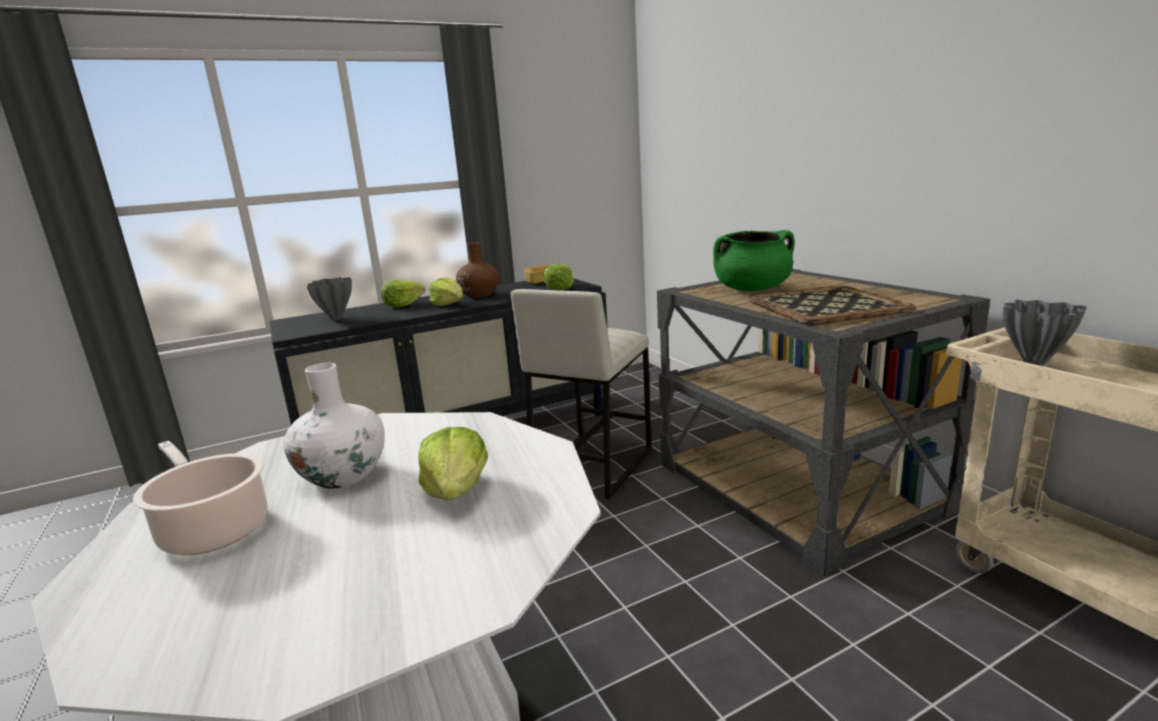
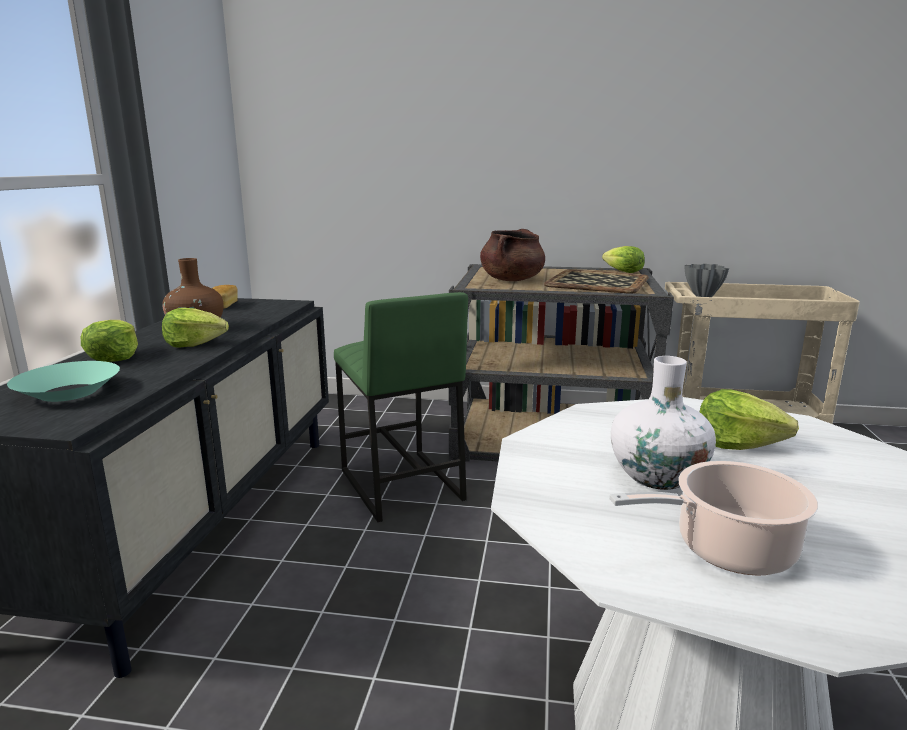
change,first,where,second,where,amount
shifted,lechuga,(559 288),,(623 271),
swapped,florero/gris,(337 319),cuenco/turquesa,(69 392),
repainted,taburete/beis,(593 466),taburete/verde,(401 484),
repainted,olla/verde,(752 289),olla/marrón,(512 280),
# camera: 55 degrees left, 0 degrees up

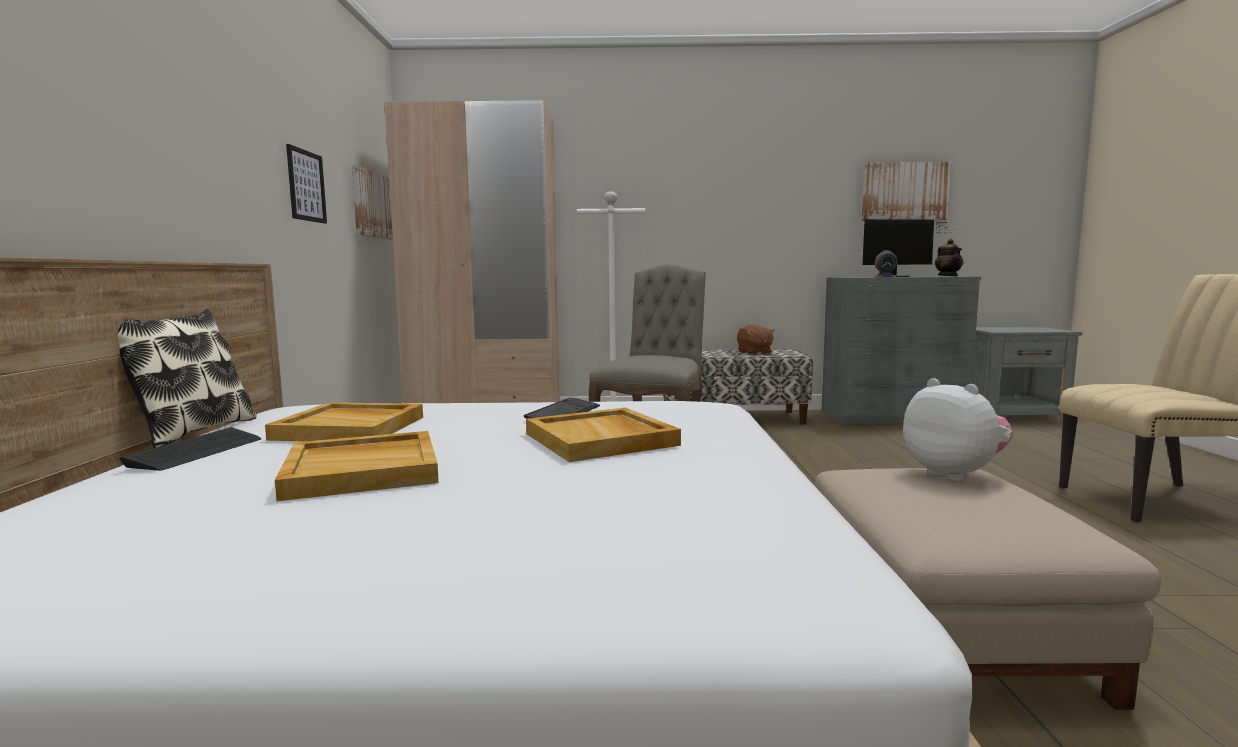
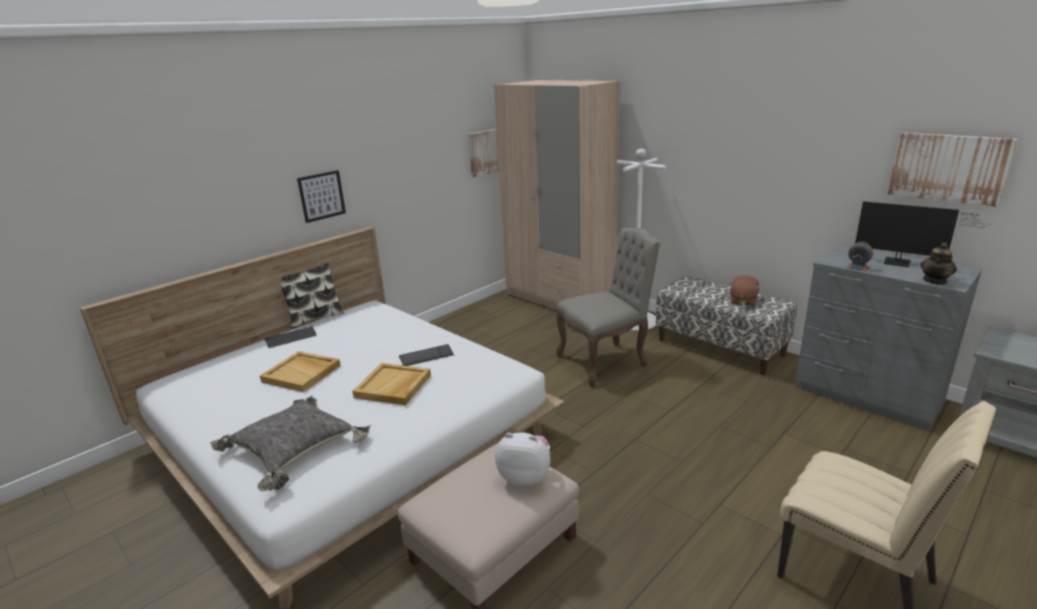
change,first,where,second,where,amount
gone,bandeja/beis,(351 428),,,
new,,,cojín,(293 446),
shifted,cuadro,(306 186),,(321 196),
rotated,peluche,(954 474),,(525 477),90 degrees counterclockwise
# camera: 45 degrees right, 15 degrees up

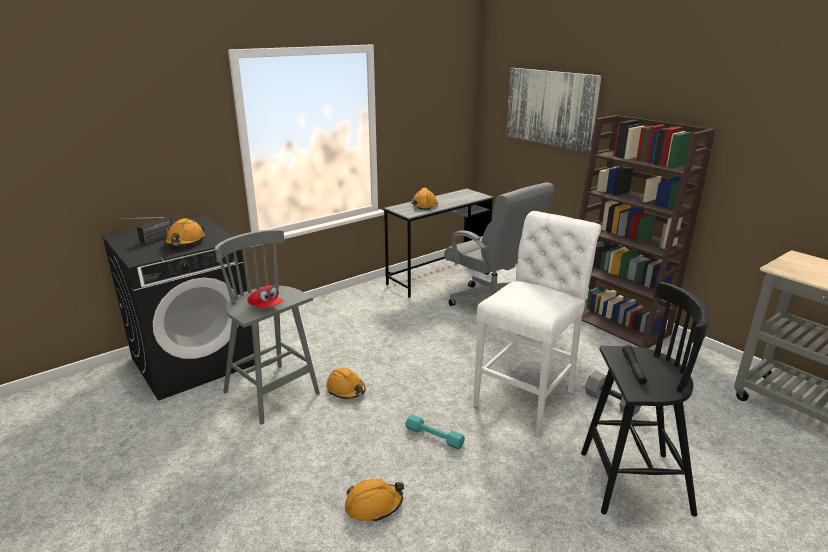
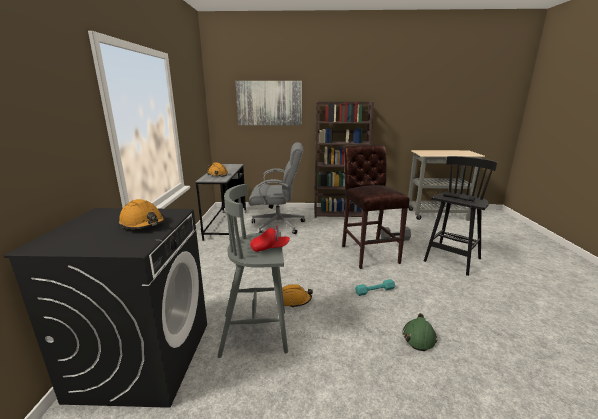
change,first,where,second,where,amount
gone,radio,(149 241),,,
repainted,casco/naranja,(373 505),casco/verde,(419 337),
repainted,taburete/blanco,(528 395),taburete/marrón,(368 252),
# camera: 50 degrees left, 5 degrees down

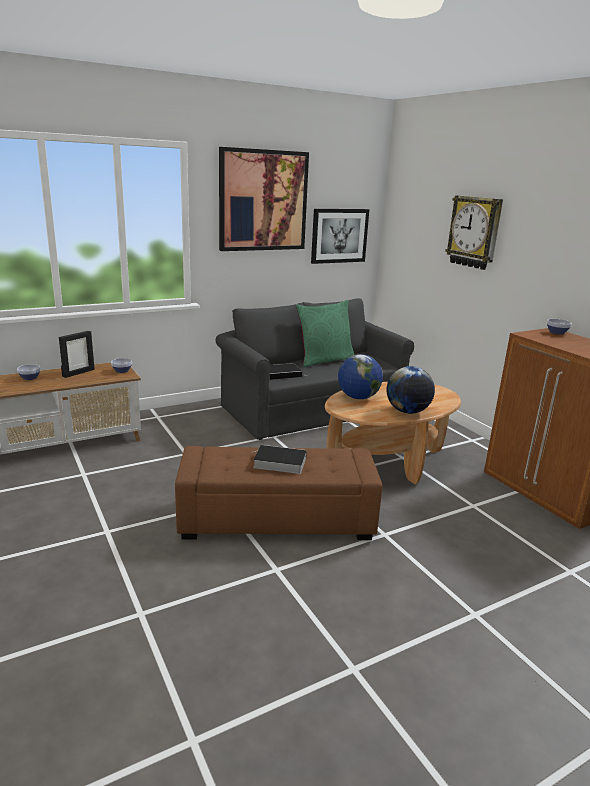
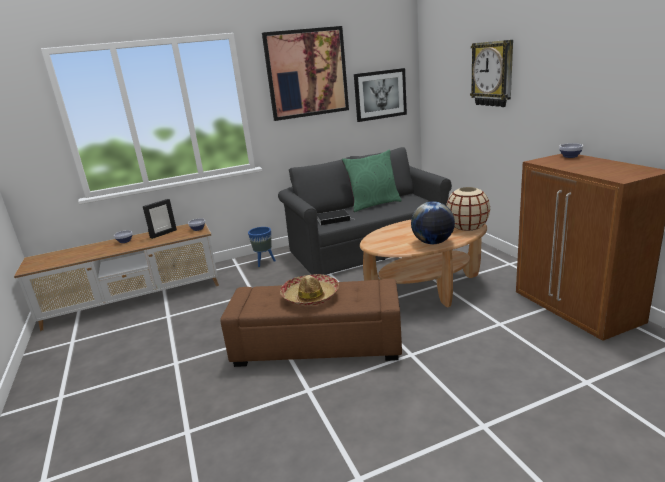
change,first,where,second,where,amount
gone,globo terráqueo,(358 397),,,
new,,,maceta/azul,(264 262),
new,,,florero/beis,(467 227),
swapped,libro,(278 462),sombrero,(310 296),
# camera: 10 degrees right, 0 degrees up

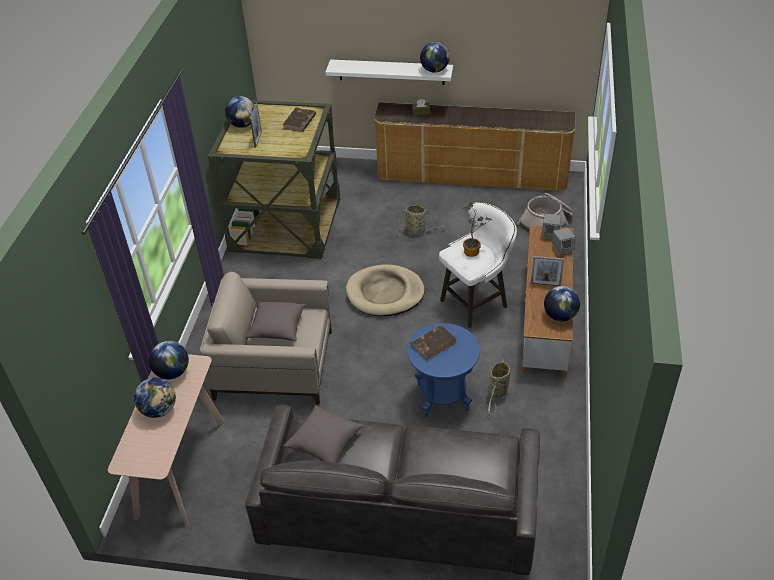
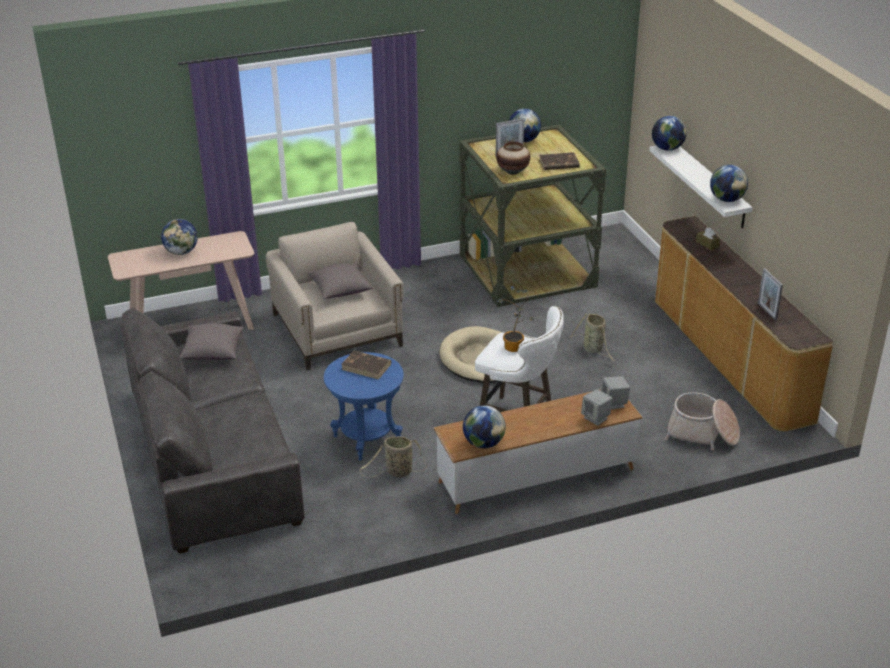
change,first,where,second,where,amount
new,,,florero,(513 172),
shifted,globo terráqueo,(172 372),,(667 148),
shifted,portarretratos,(545 284),,(767 311),
# camera: 60 degrees right, 10 degrees down

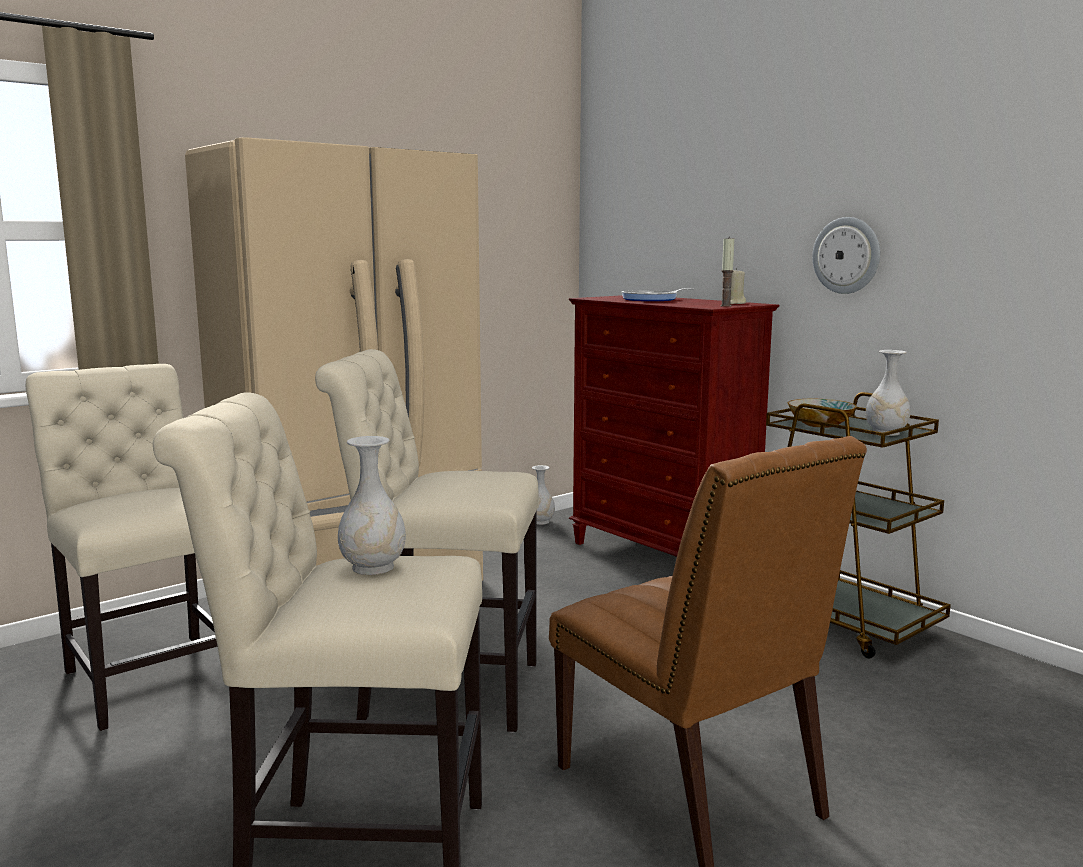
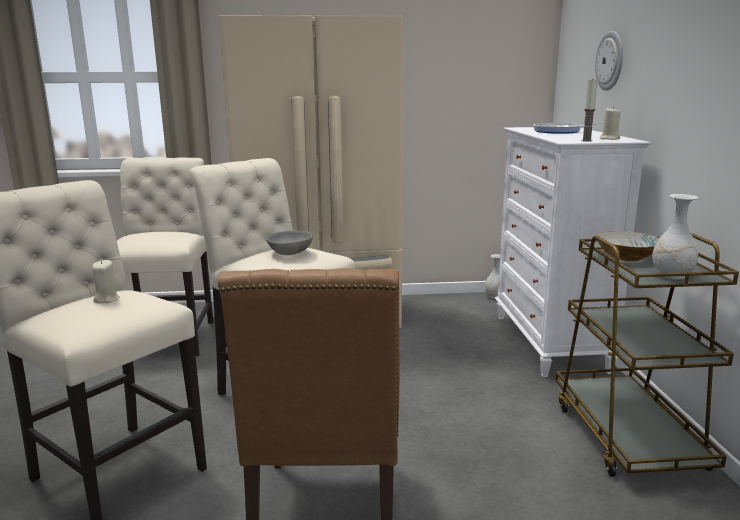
change,first,where,second,where,amount
new,,,cuenco/gris,(289 252),
shifted,reloj de pared,(846 255),,(610 61),
swapped,florero/blanco,(374 567),vela/beis,(106 299),
repainted,cómoda/rojo,(663 556),cómoda/blanco,(550 343),
# camera: 35 degrees right, 5 degrees up

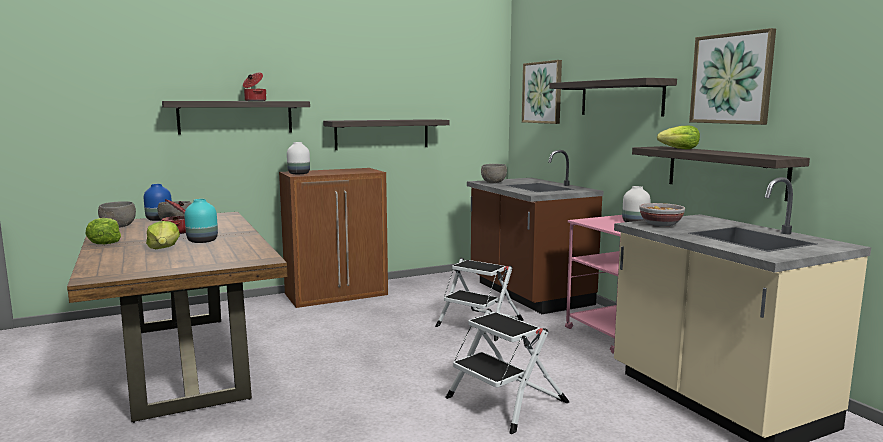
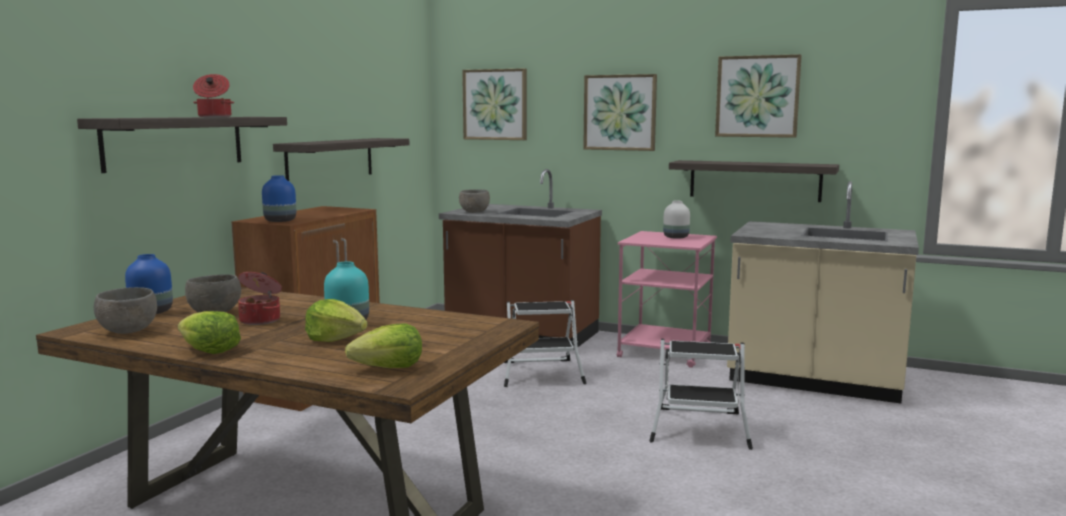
change,first,where,second,where,amount
gone,cuenco,(660 224),,,
shifted,lechuga,(679 149),,(389 368),
swapped,estante,(621 98),cuadro,(620 112),
repainted,florero/blanco,(298 174),florero/azul,(280 221),
# camera: 40 degrees left, 0 degrees up

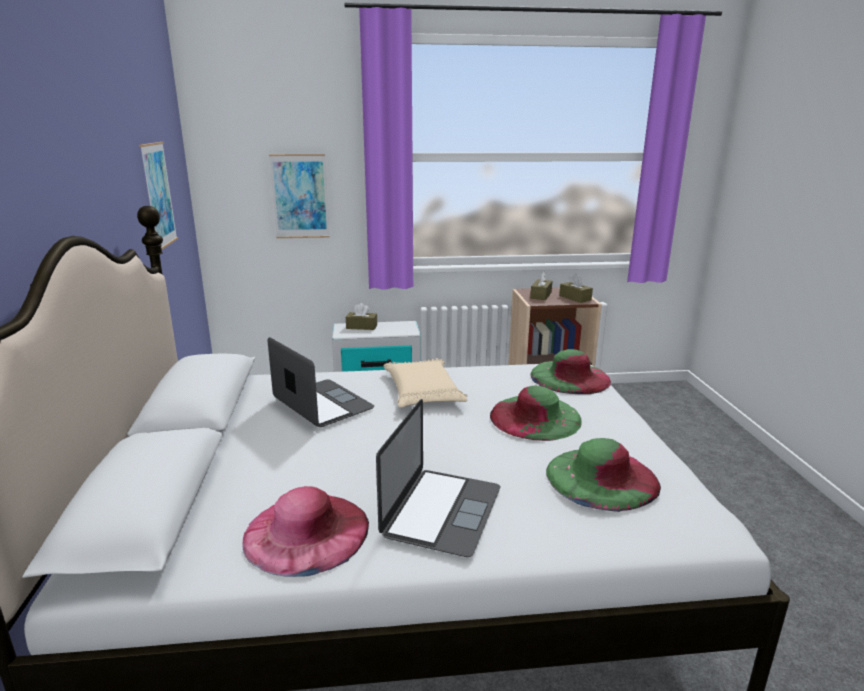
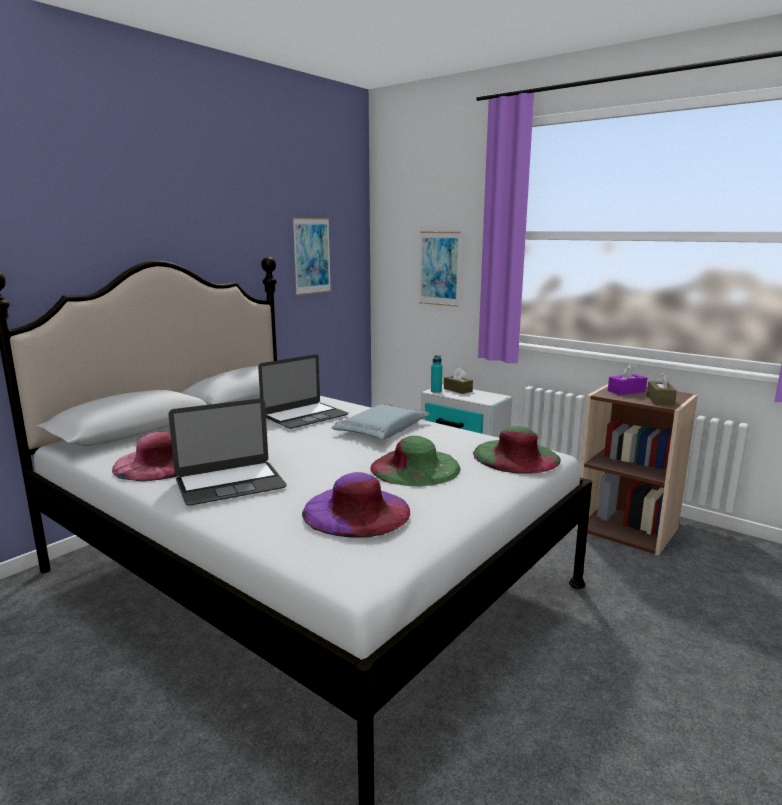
change,first,where,second,where,amount
new,,,botella/turquesa,(436 391),
repainted,cojín/beis,(422 389),cojín/azul,(382 428),
repainted,caja de pañuelos/marrón,(541 295),caja de pañuelos/morado,(626 391),
repainted,sombrero/verde,(601 477),sombrero/morado,(356 511),
rotated,portátil,(322 403),,(305 415),45 degrees clockwise
# camera: 45 degrees right, 5 degrees down

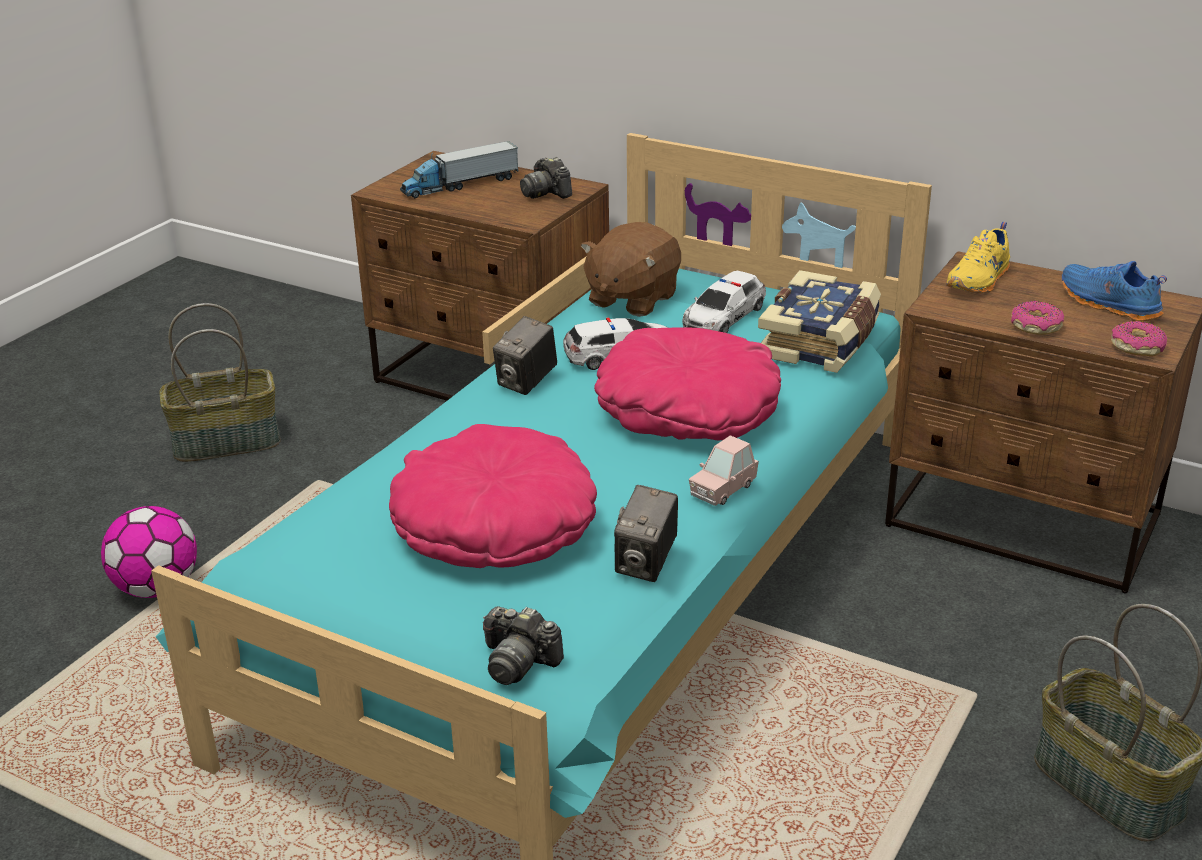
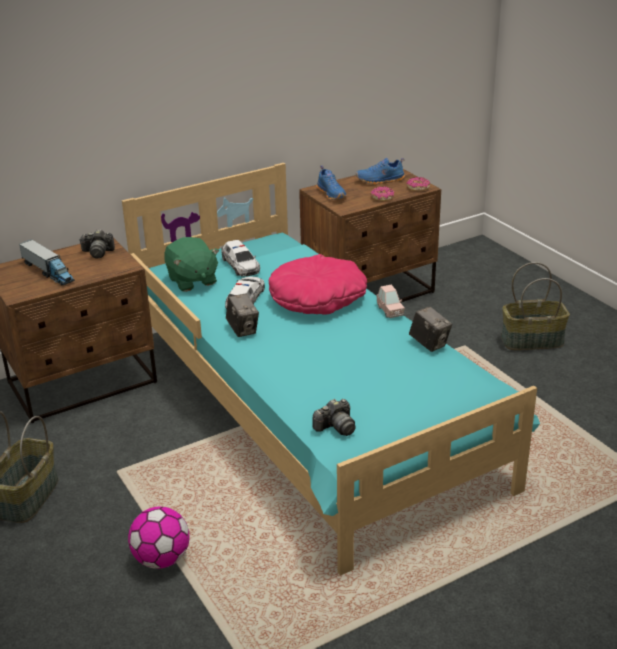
change,first,where,second,where,amount
gone,cojín/rosa,(492 525),,,
gone,libro,(821 342),,,
shifted,cámara,(518 662),,(336 427),
repainted,peluche/marrón,(631 299),peluche/verde,(192 281),
repainted,zapato/amarillo,(979 281),zapato/azul,(332 194),
rotated,camión de juguete,(460 185),,(48 272),45 degrees counterclockwise
# camera: 60 degrees left, 0 degrees up

